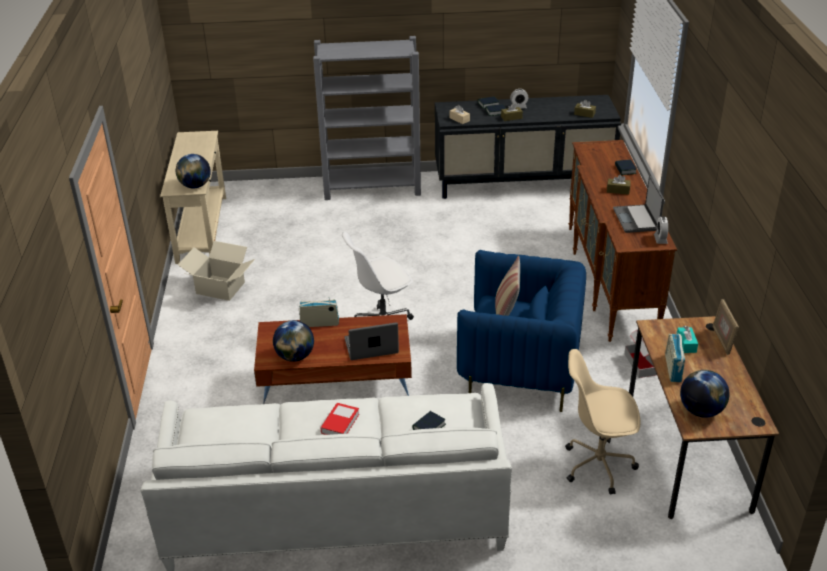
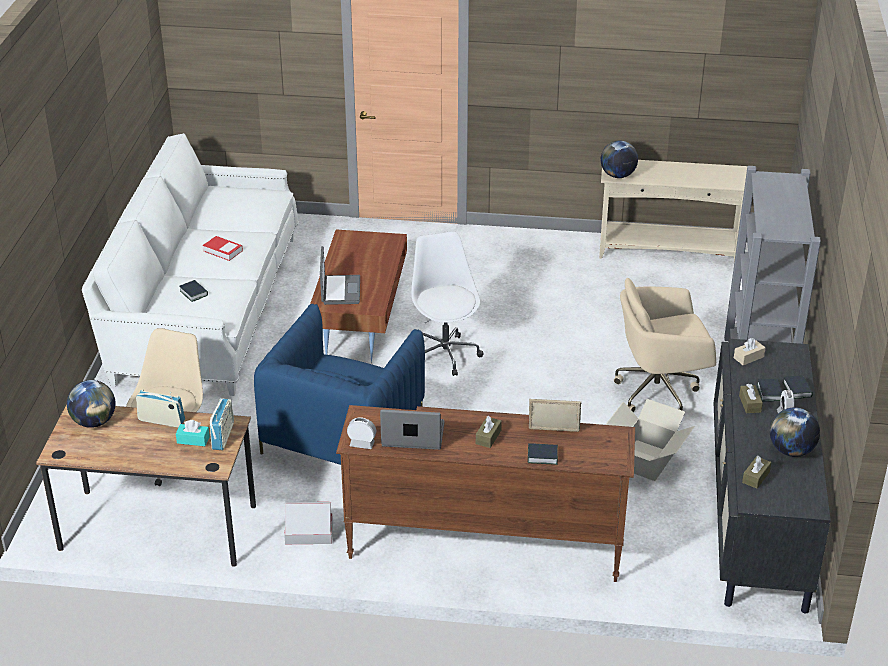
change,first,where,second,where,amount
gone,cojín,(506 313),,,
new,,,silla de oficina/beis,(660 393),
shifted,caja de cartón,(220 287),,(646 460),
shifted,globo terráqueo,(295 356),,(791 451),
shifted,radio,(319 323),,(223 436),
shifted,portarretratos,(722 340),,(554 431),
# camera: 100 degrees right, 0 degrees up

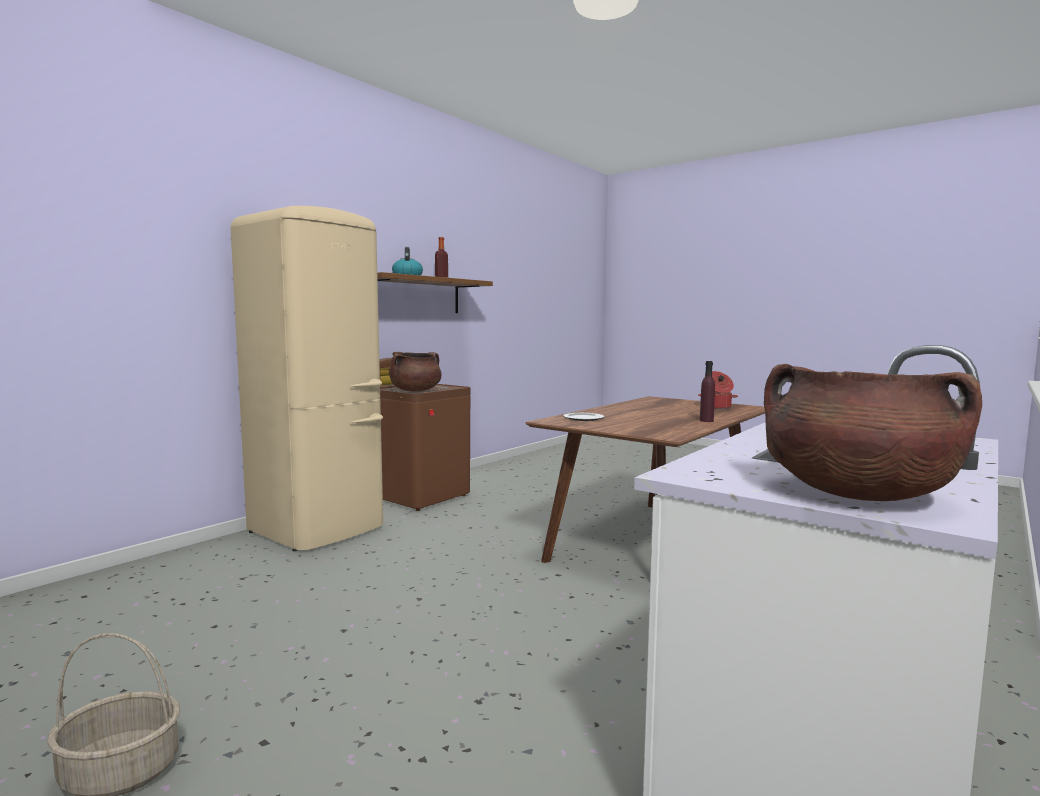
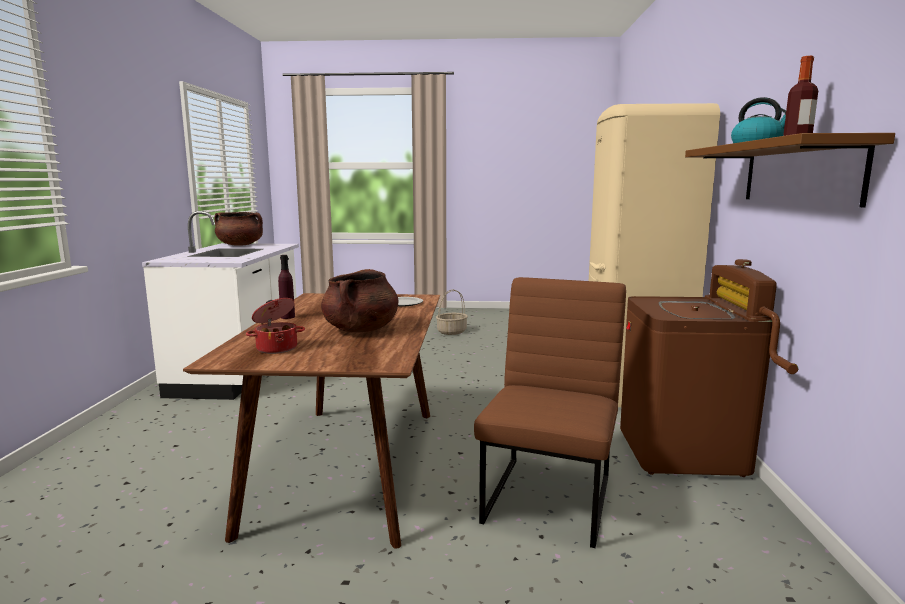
change,first,where,second,where,amount
new,,,silla/marrón,(550 496),
shifted,olla/marrón,(415 391),,(361 330),
# camera: 145 degrees right, 5 degrees up

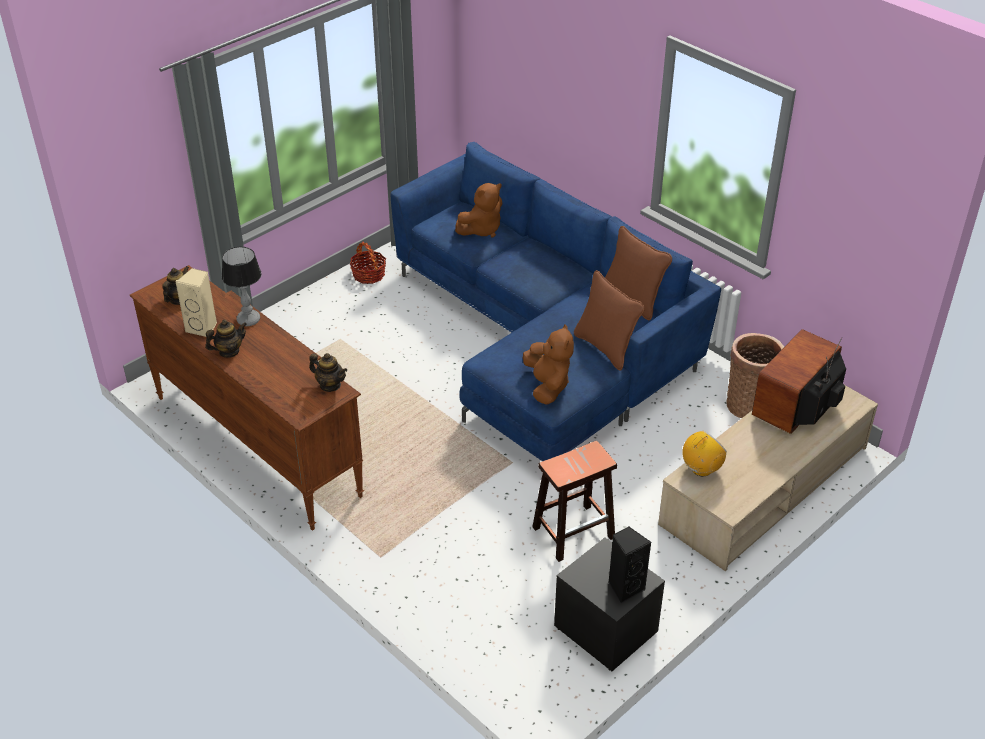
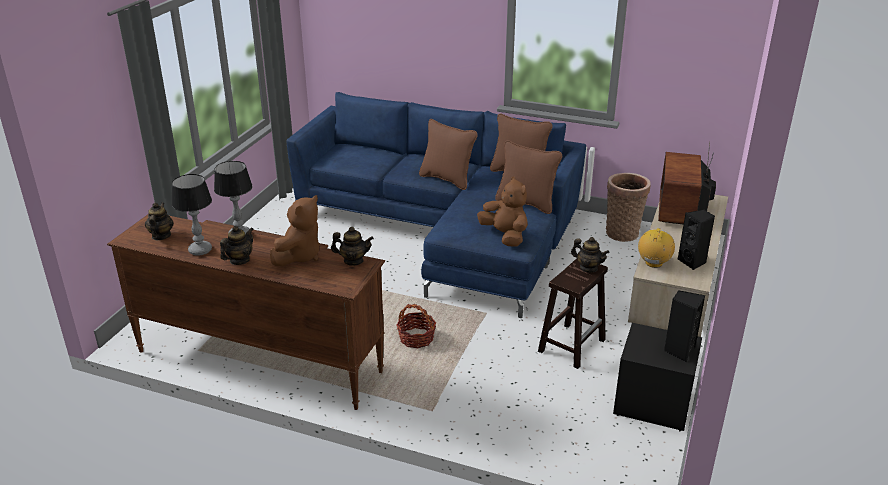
change,first,where,second,where,amount
new,,,cojín/marrón,(447 179),
new,,,tetera,(588 268),
new,,,altavoz/negro,(693 262),
shifted,cesta,(368 275),,(416 338),
shifted,peluche/marrón,(482 229),,(299 256),
swapped,altavoz/beis,(203 328),lámpara de mesa,(200 250),
# camera: 25 degrees left, 10 degrees down

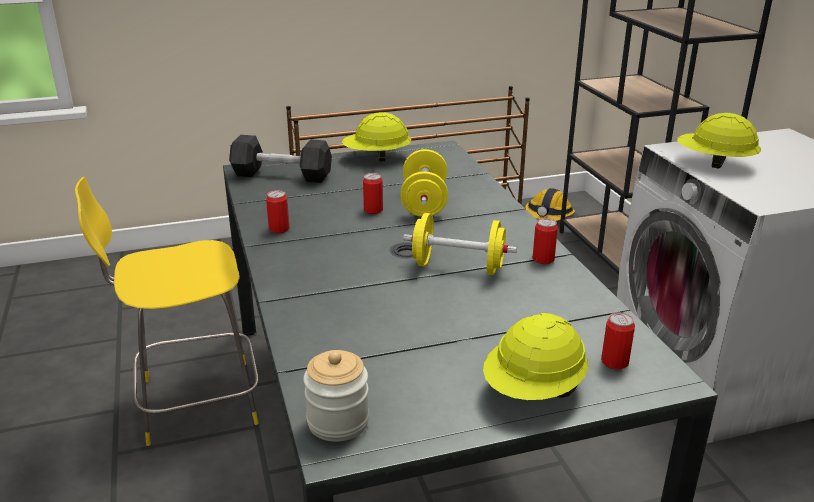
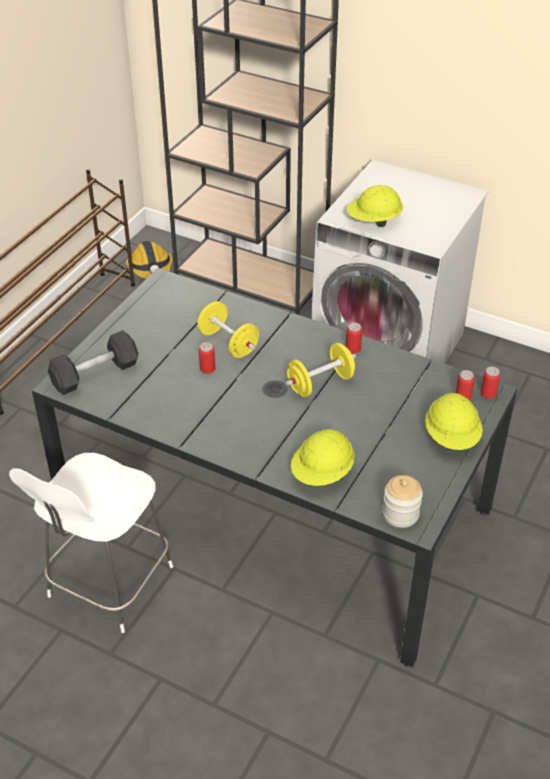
change,first,where,second,where,amount
shifted,lata,(279 229),,(488 393),
shifted,casco/amarillo,(377 158),,(322 473),
repainted,silla/amarillo,(193 402),silla/blanco,(108 585),
# camera: 45 degrees left, 15 degrees up

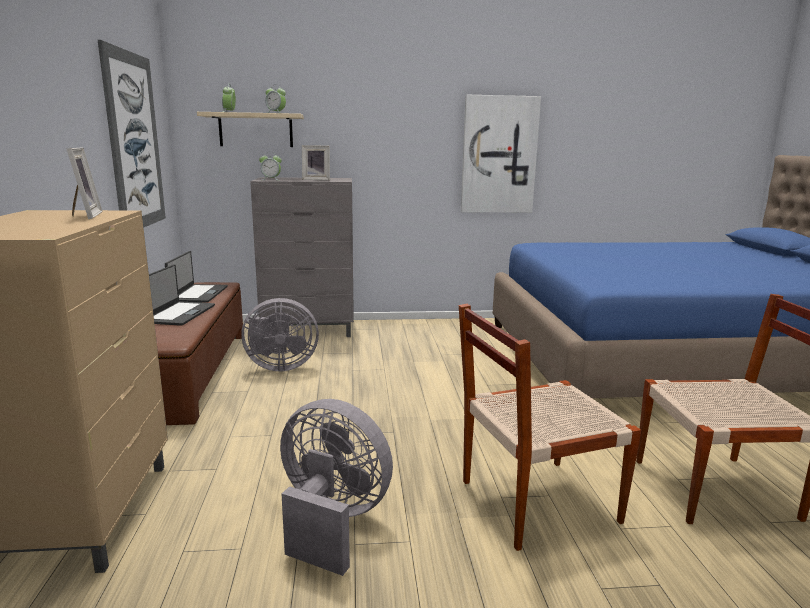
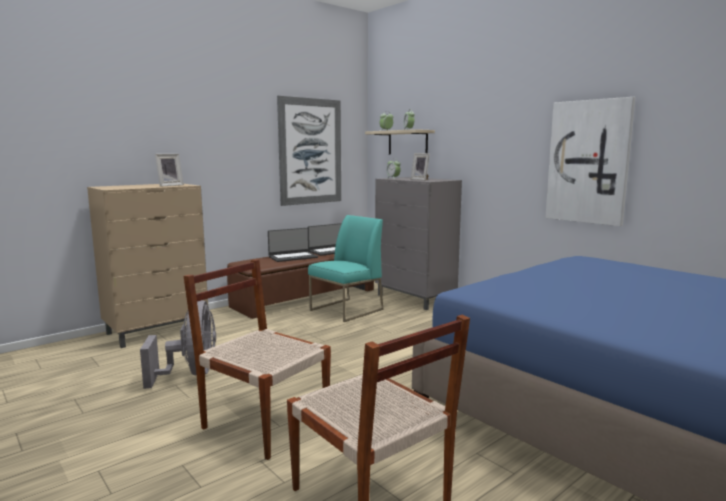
change,first,where,second,where,amount
swapped,ventilador/gris,(279 366),silla/turquesa,(346 310),
# camera: 55 degrees right, 5 degrees down

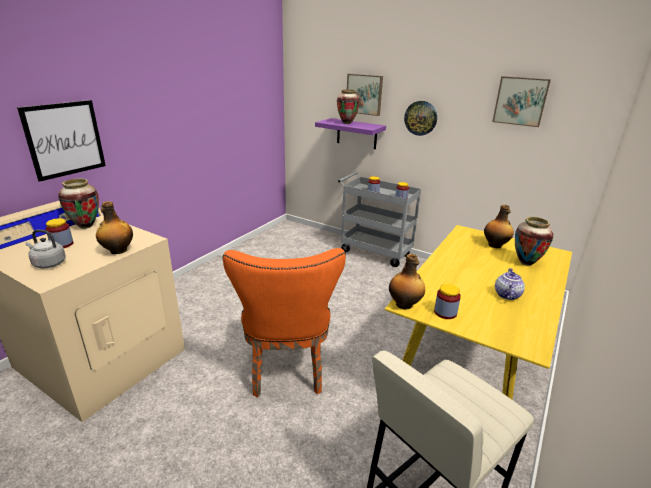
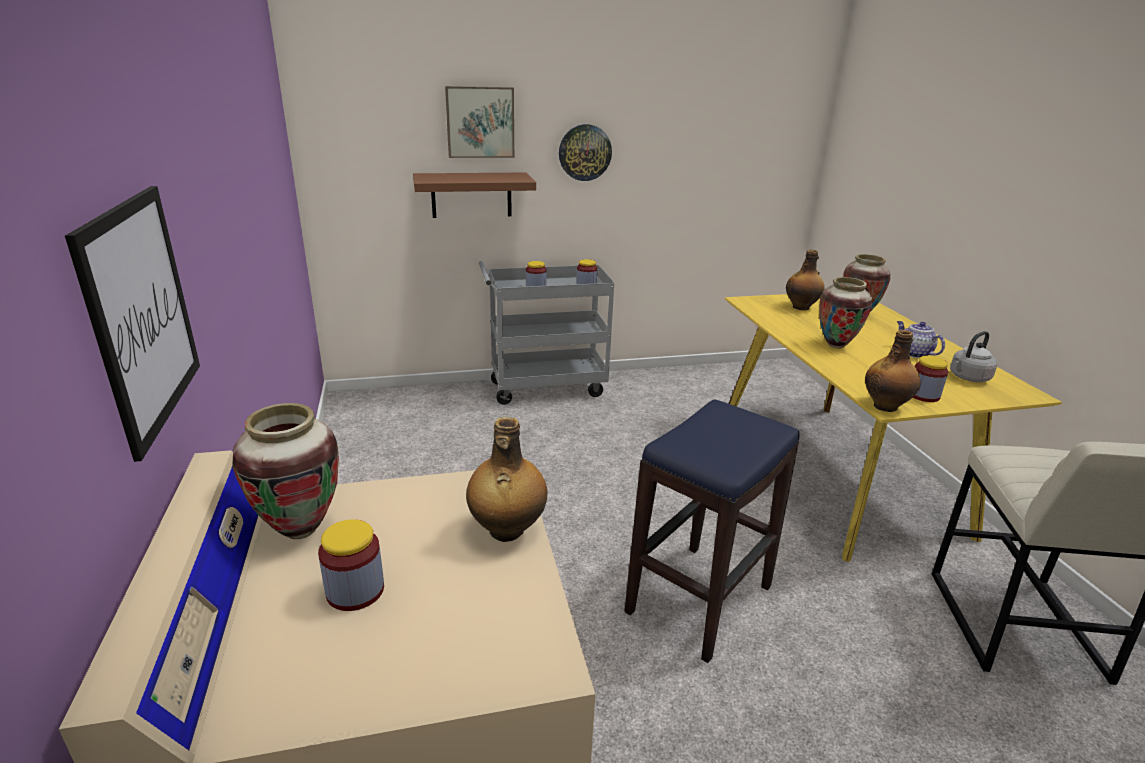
change,first,where,second,where,amount
gone,cuadro,(520 101),,,
shifted,hervidor/gris,(48 263),,(968 378),
shifted,florero,(347 123),,(836 345),
swapped,silla/naranja,(287 368),taburete,(699 600),
repainted,estante/morado,(356 134),estante/marrón,(471 195),
# camera: 45 degrees left, 0 degrees up

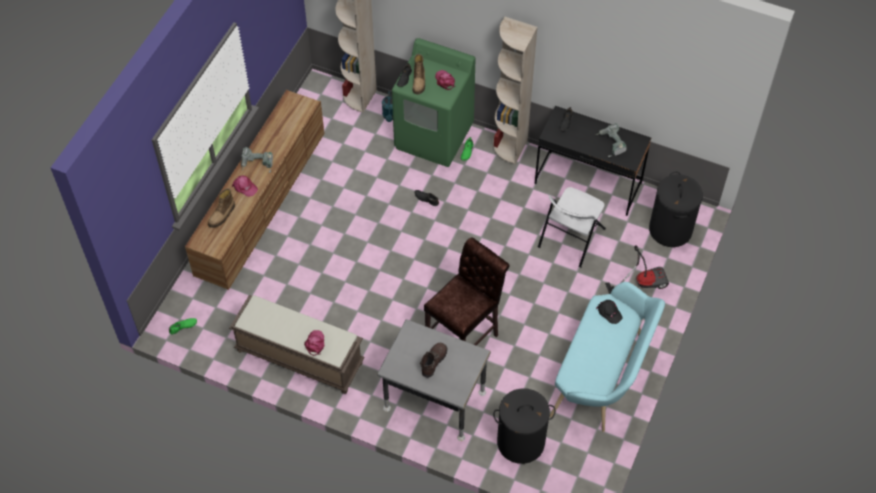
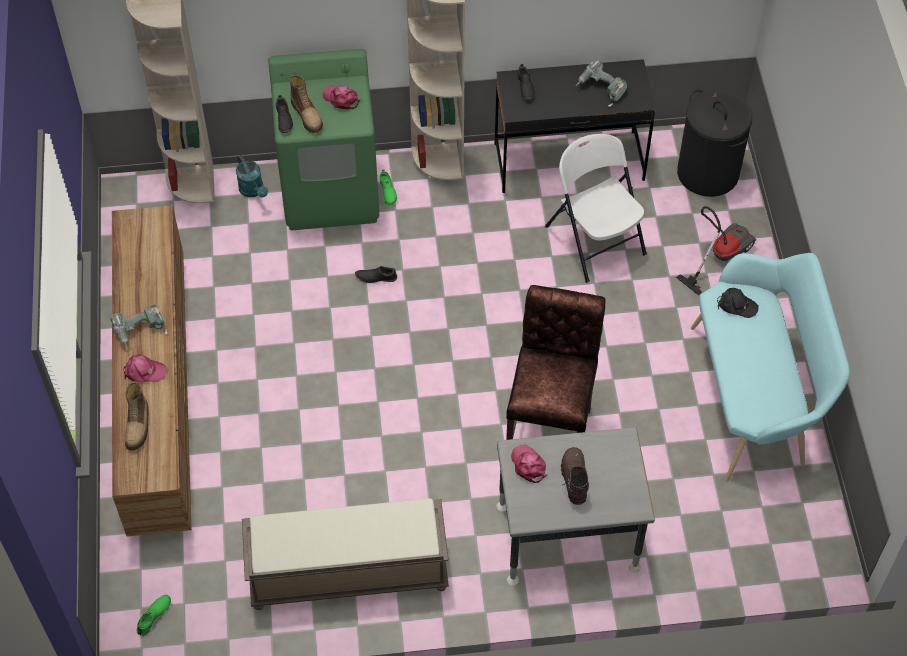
change,first,where,second,where,amount
gone,cesto de la ropa/negro,(520 442),,,
shifted,gorra/rosa,(315 343),,(528 465),
rotated,silla/blanco,(571 238),,(595 240),150 degrees clockwise
# camera: 30 degrees left, 0 degrees up

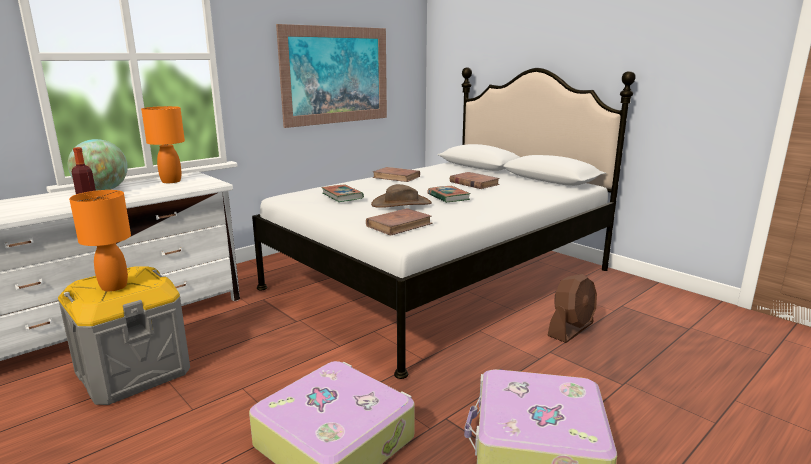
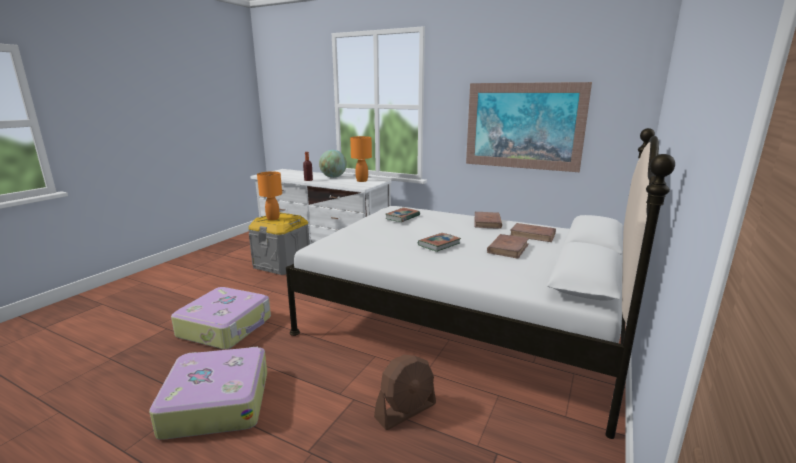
change,first,where,second,where,amount
gone,sombrero/marrón,(401 204),,,
shifted,libro/marrón,(399 225),,(533 235),
rotated,ventilador/marrón,(571 329),,(406 411),60 degrees counterclockwise
# camera: 70 degrees right, 0 degrees up

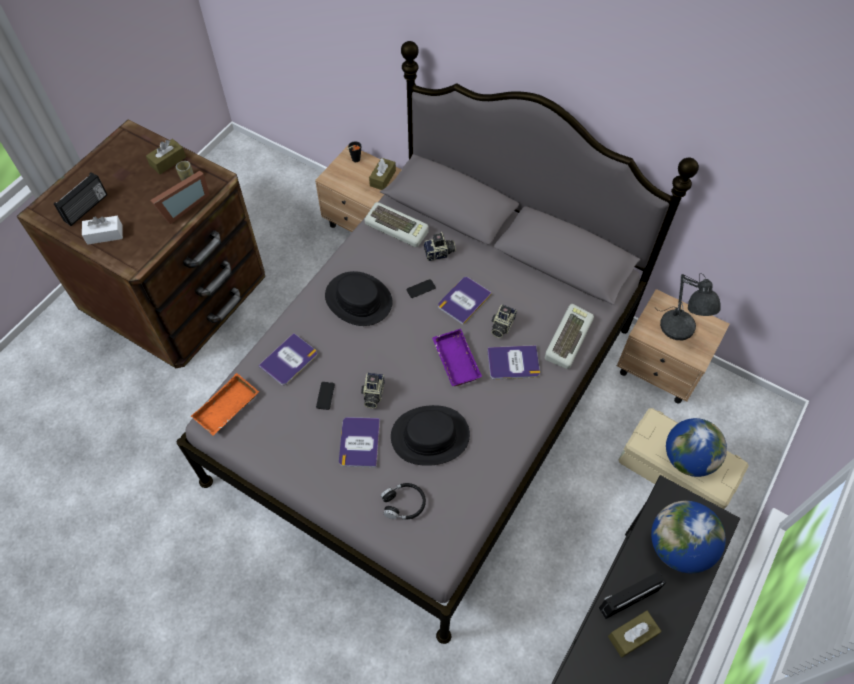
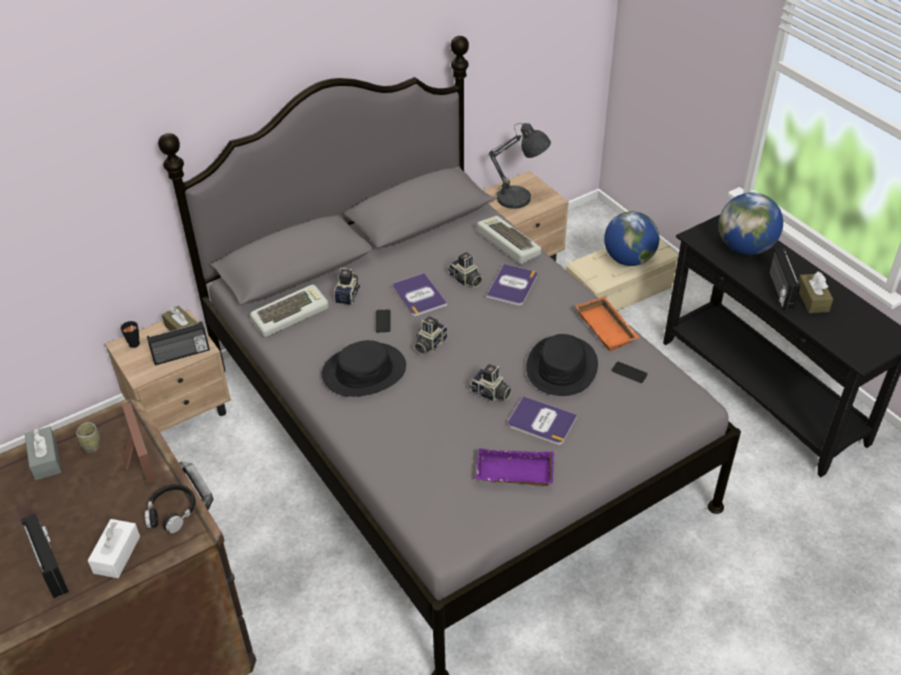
change,first,where,second,where,amount
gone,libro,(289 360),,,
new,,,radio,(181 355),
new,,,cámara,(429 344),
shifted,bandeja/naranja,(227 409),,(608 328),
shifted,móvil,(325 396),,(629 372),
shifted,auriculares/negro,(403 504),,(171 512),
shifted,bandeja/morado,(454 360),,(513 473),
repainted,caja de pañuelos/marrón,(168 161),caja de pañuelos/gris,(45 459),
# camera: 65 degrees left, 15 degrees down

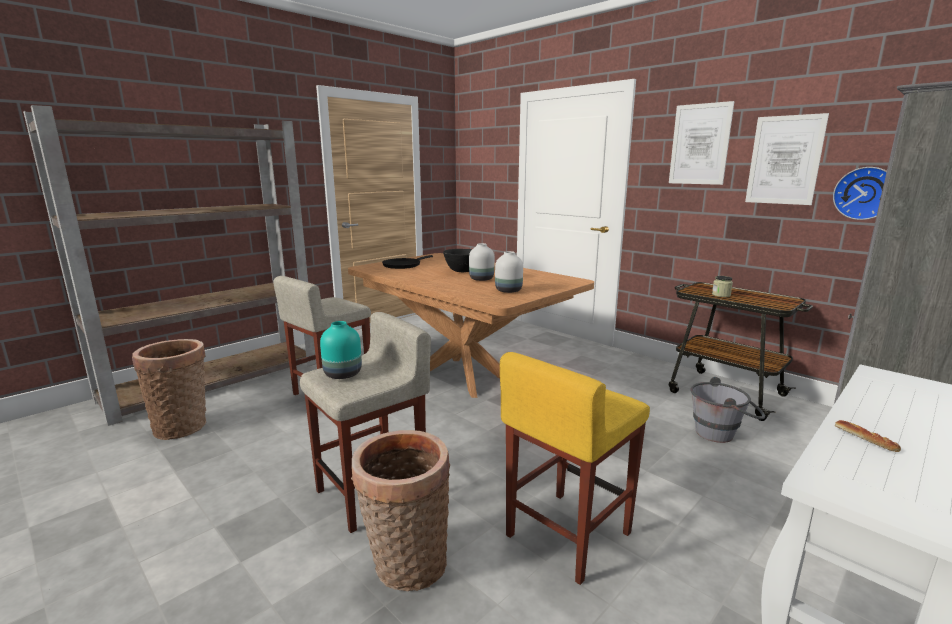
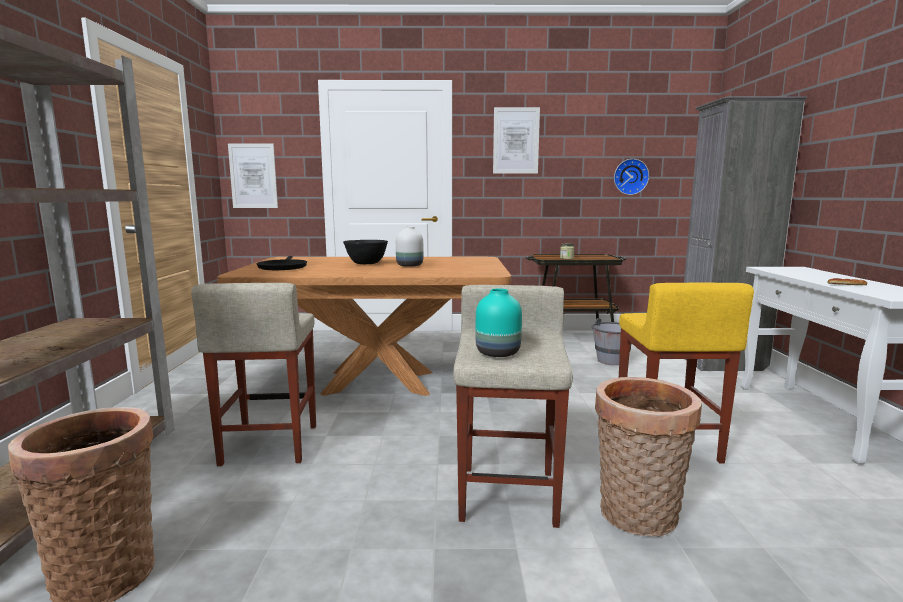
change,first,where,second,where,amount
gone,florero/blanco,(507 291),,,
shifted,cuadro,(784 160),,(253 176),
# camera: 45 degrees left, 5 degrees down

